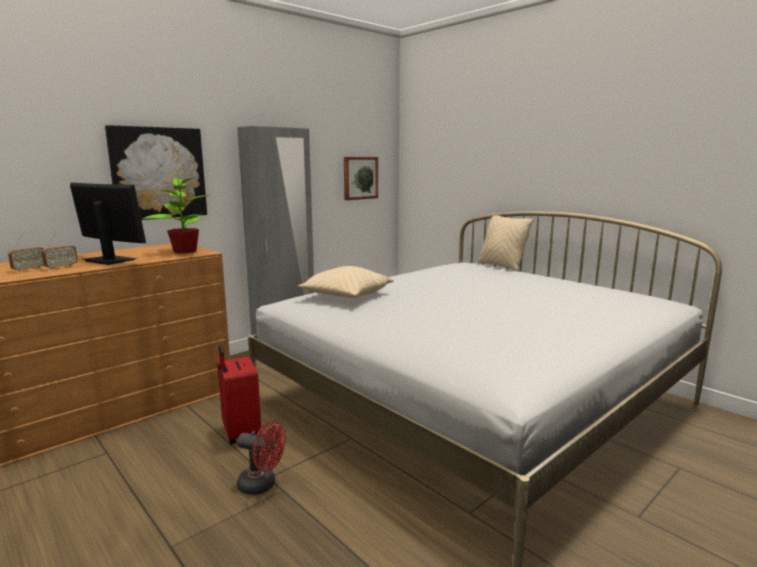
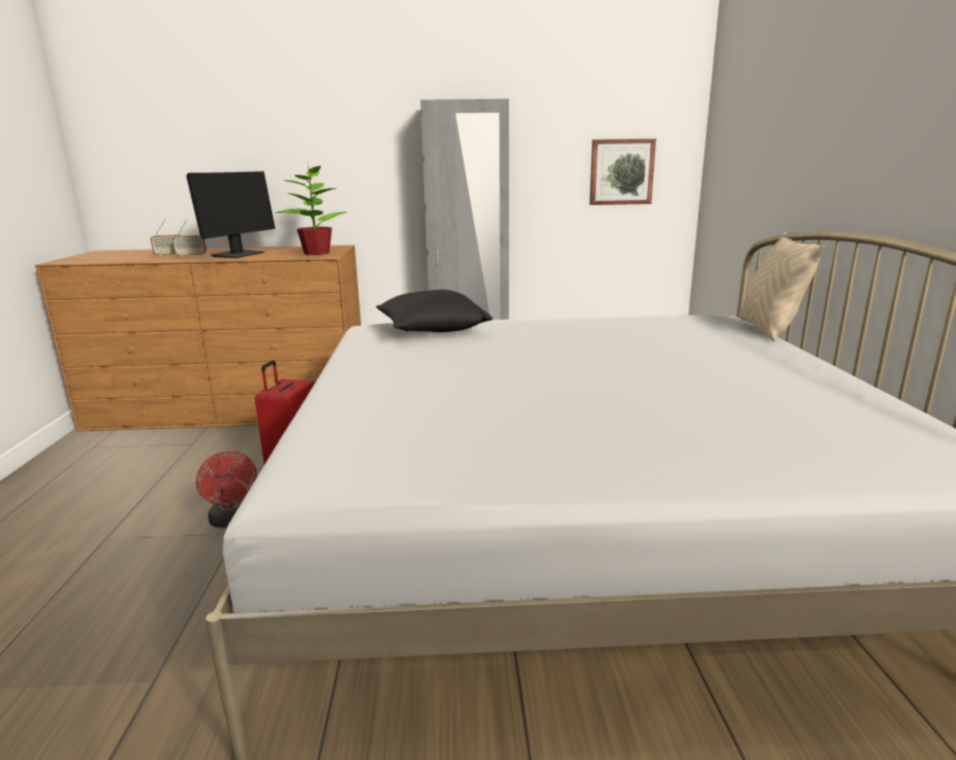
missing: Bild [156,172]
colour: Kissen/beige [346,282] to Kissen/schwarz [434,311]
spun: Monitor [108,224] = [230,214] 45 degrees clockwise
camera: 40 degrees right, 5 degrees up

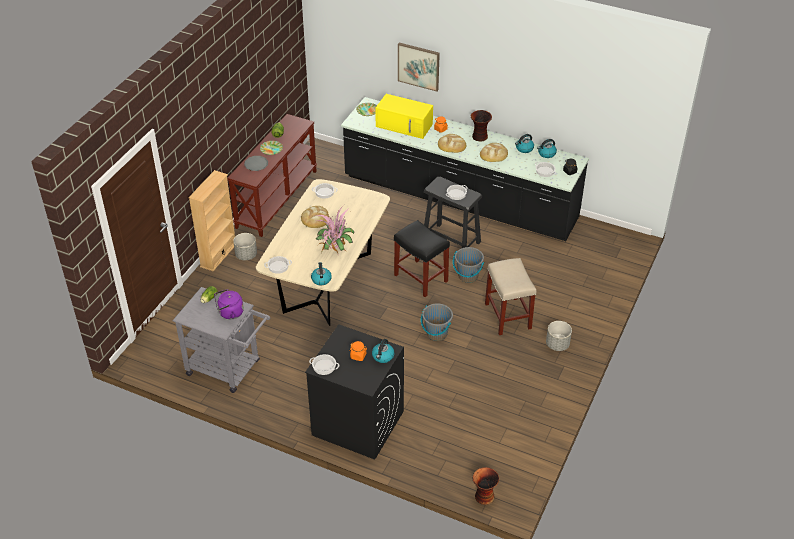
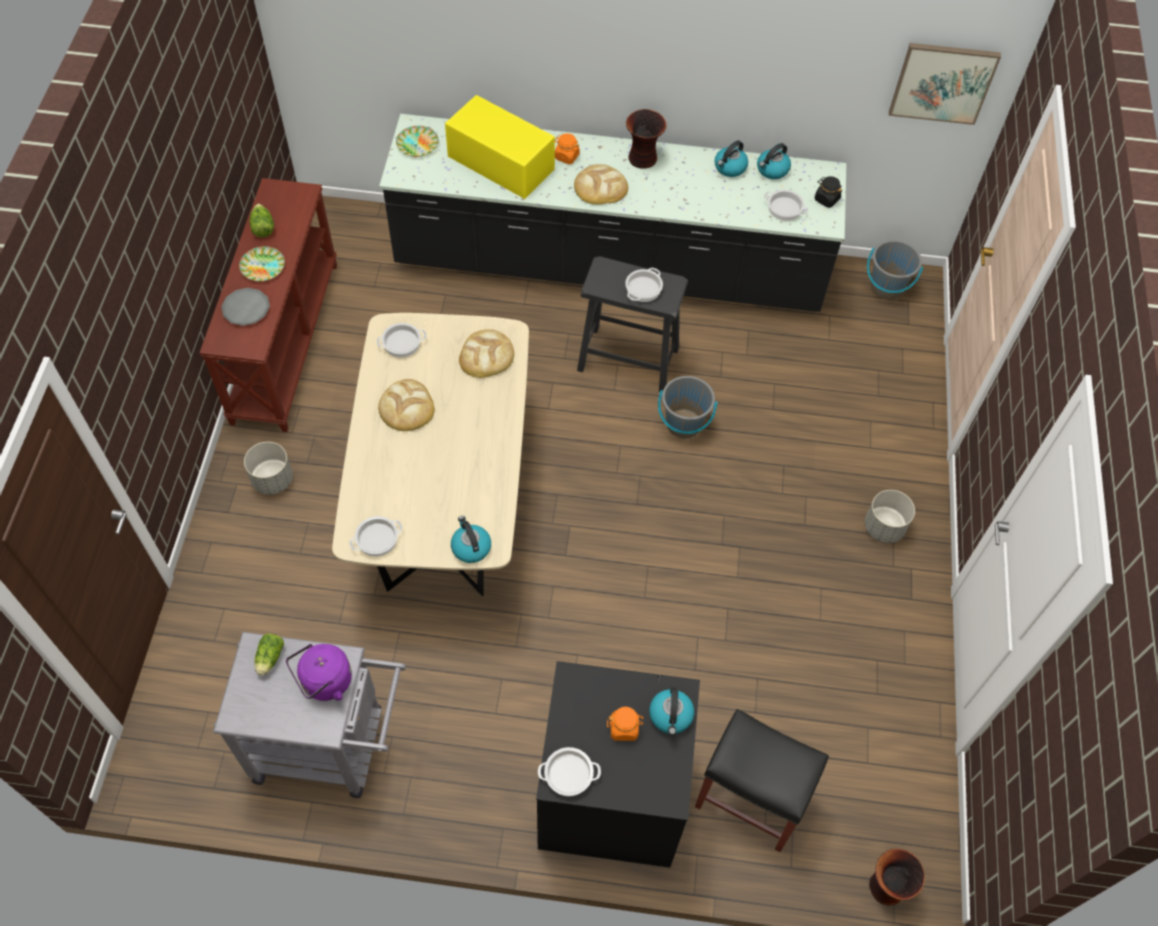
missing: Bücherregal/beige [211,220]; Topfpflanze [333,229]; Hocker/beige [510,296]
relocated: Hocker/schwarz [422,258] to [762,780]; Bild [419,67] to [945,84]; Eimer/grau [437,322] to [895,270]; Brot [494,152] to [486,353]
spun: Mikrowelle/gelb [404,116] = [500,147] 150 degrees counterclockwise
camera: 20 degrees left, 15 degrees up

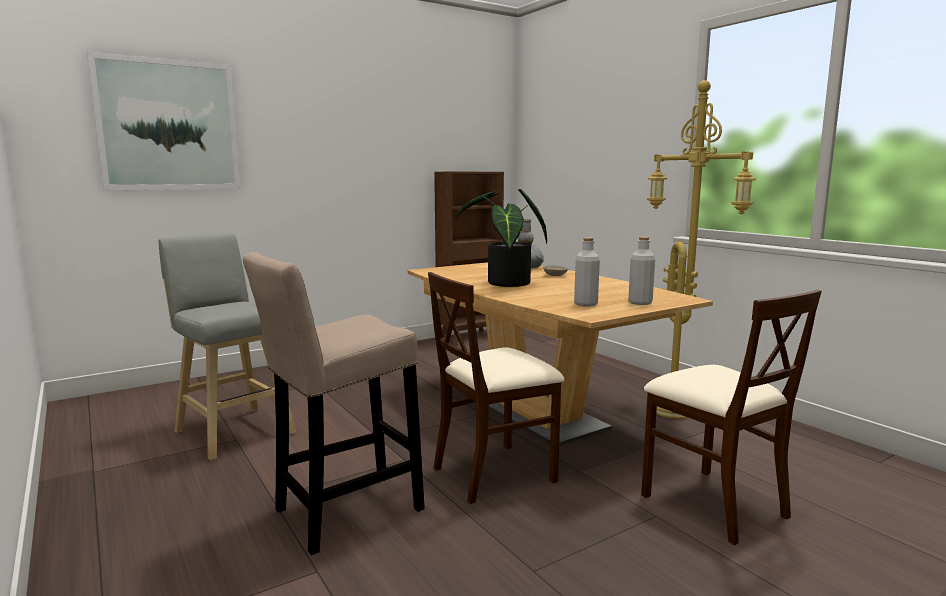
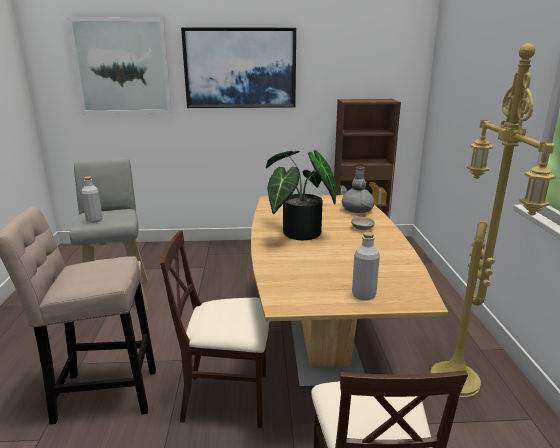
appeared: Bild [238,67]
relocated: Flasche/grau [587,272] to [92,200]
camera: 30 degrees right, 10 degrees up

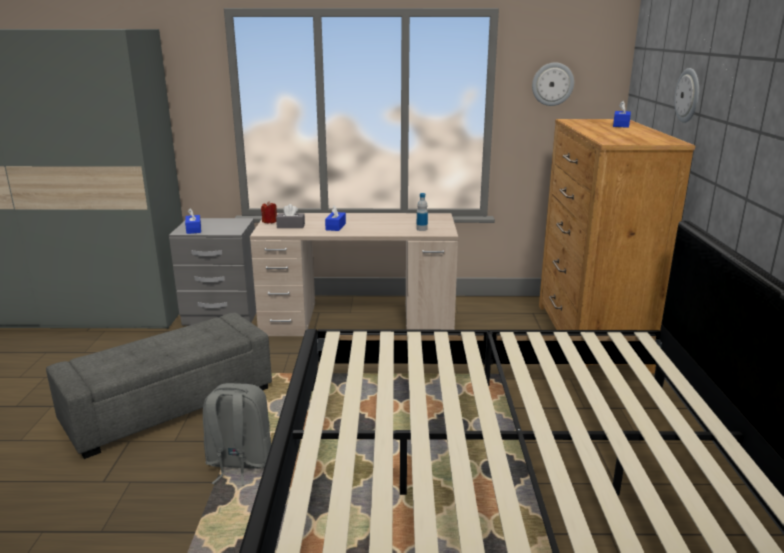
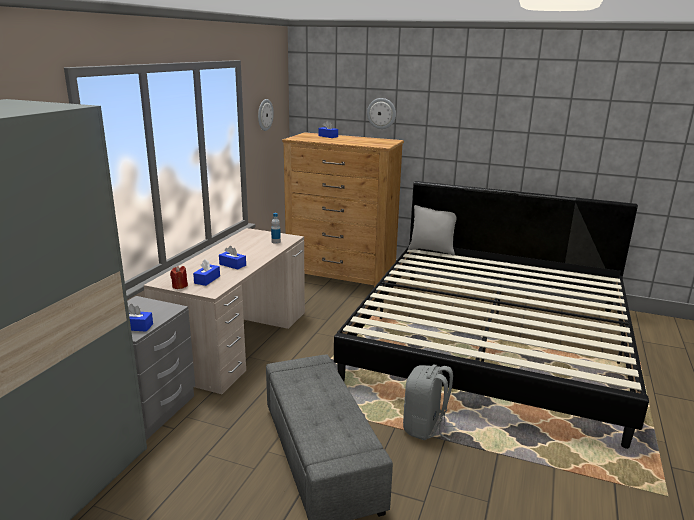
appeared: Kissen/grau [432,230]
colour: Taschentuchbox/grau [290,216] to Taschentuchbox/blau [206,272]
camera: 70 degrees left, 0 degrees up

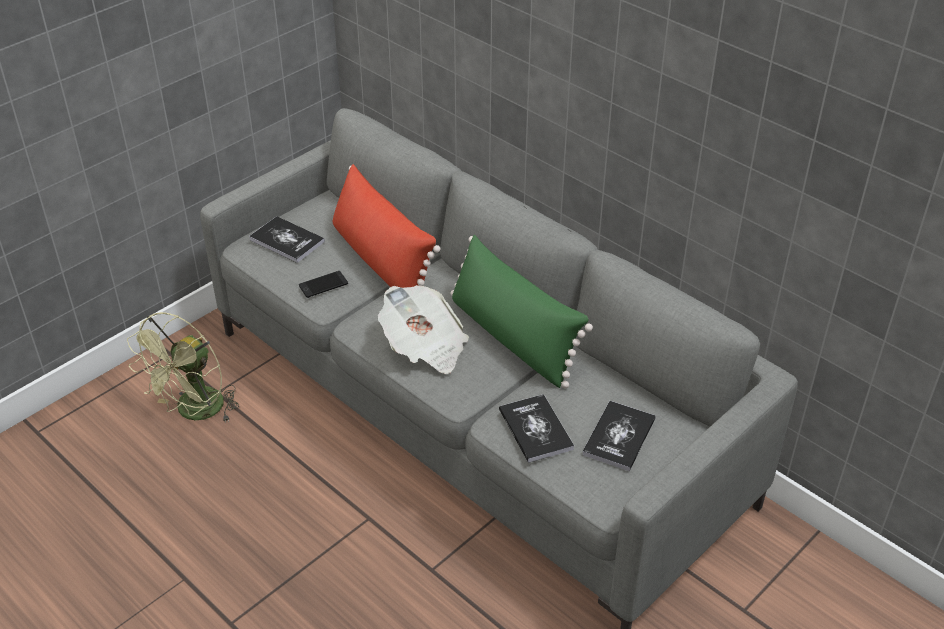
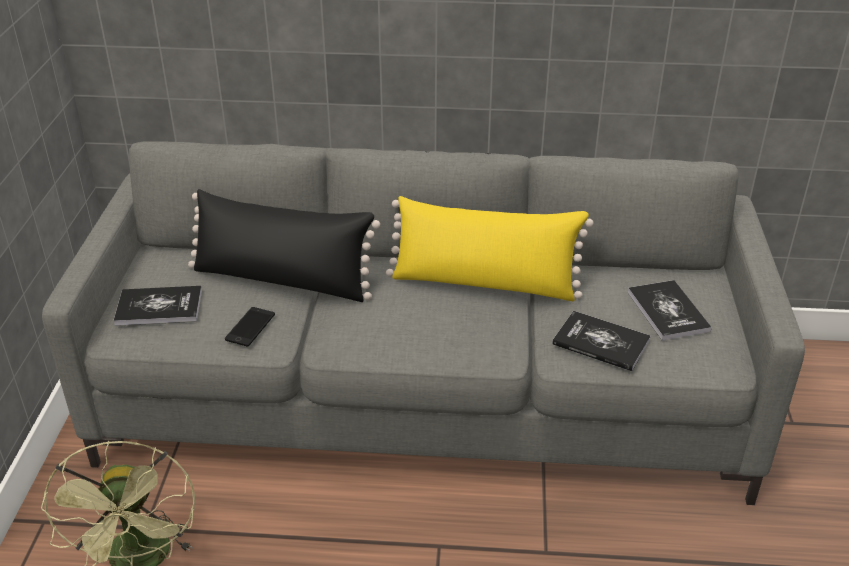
missing: Zeitung [423,329]
colour: Kissen/rot [387,226] to Kissen/schwarz [284,245]; Kissen/grün [522,311] to Kissen/gelb [490,248]
camera: 40 degrees left, 5 degrees down

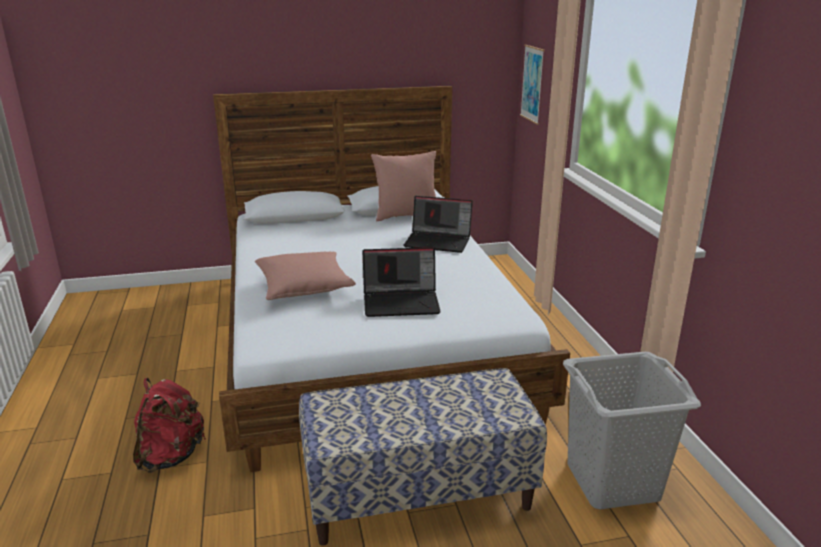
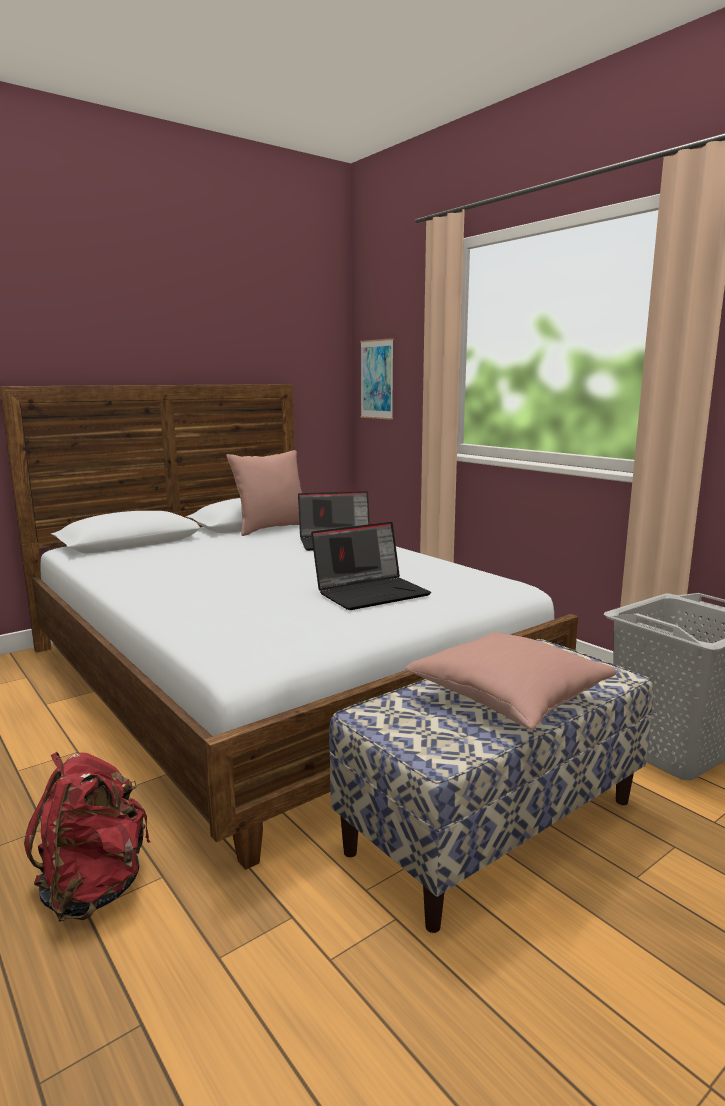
relocated: Kissen/rosa [305,276] to [511,681]
camera: 25 degrees left, 10 degrees down

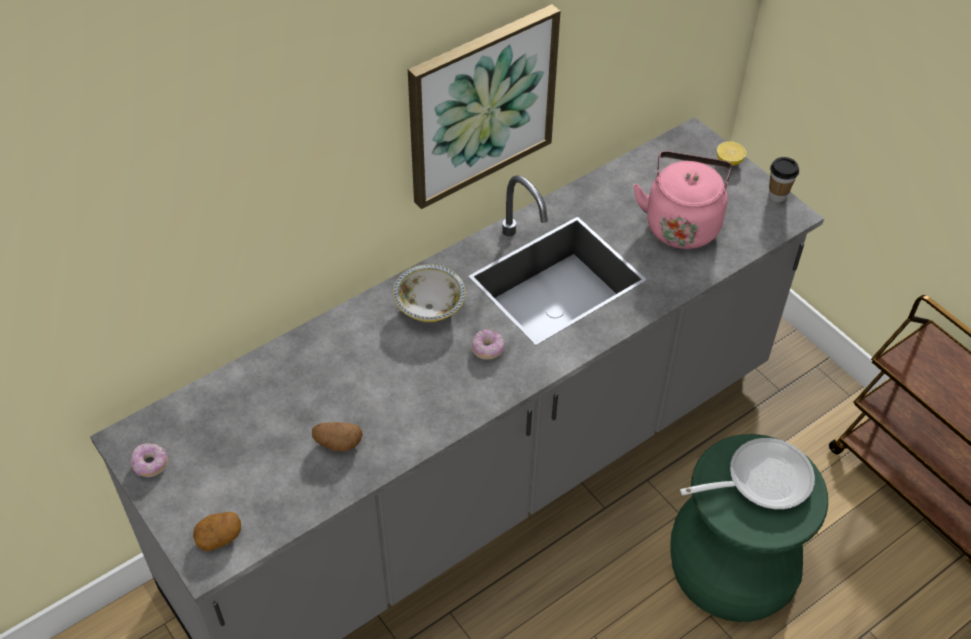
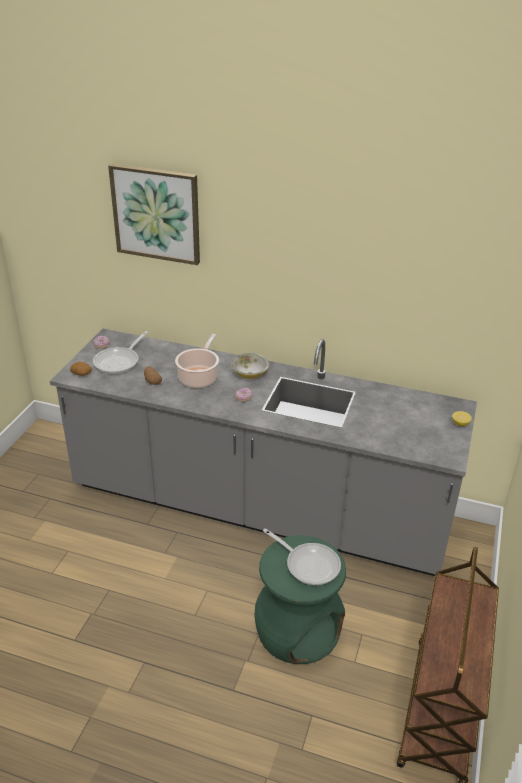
missing: Wasserkessel/rosa [682,200]; Tasse [784,179]
appeared: Pfanne [120,352]; Kochtopf [197,361]
relocated: Bild [484,106] to [154,214]
camera: 55 degrees right, 15 degrees down

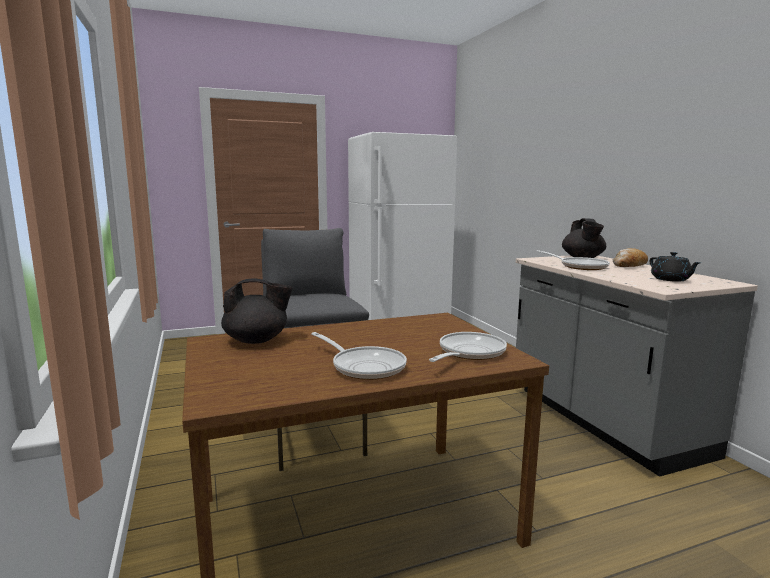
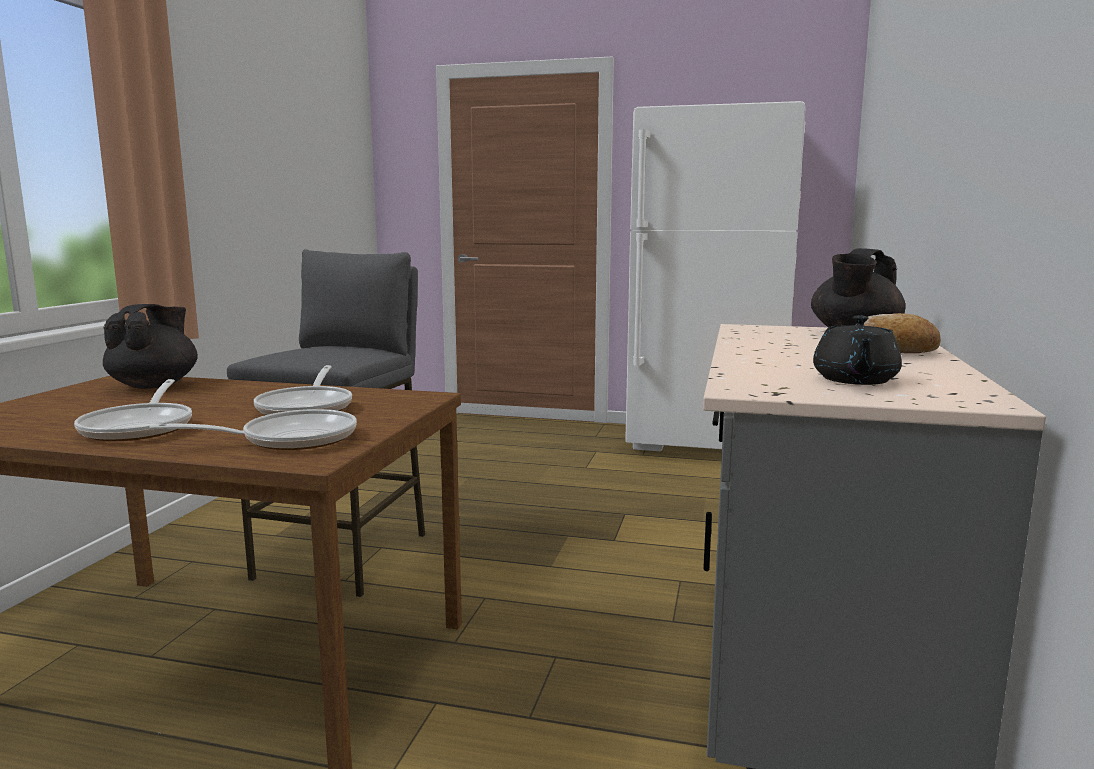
relocated: Pfanne [573,260] to [303,390]
spun: Teekanne/schwarz [257,311] = [150,346] 105 degrees counterclockwise
camera: 35 degrees right, 0 degrees up

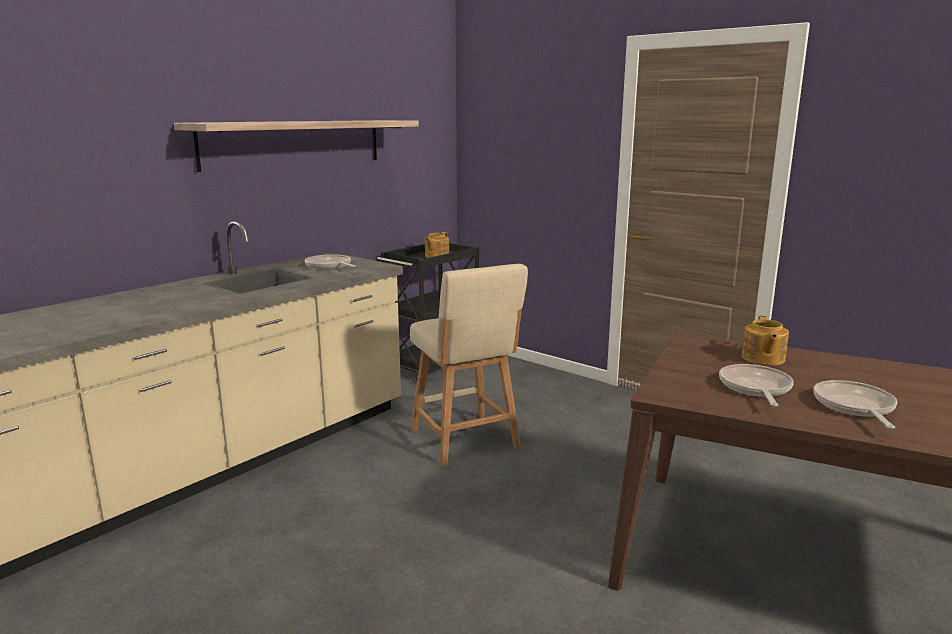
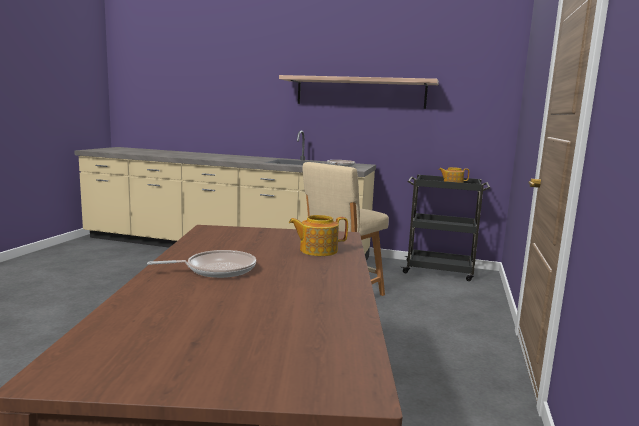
missing: Pfanne [756,385]
camera: 65 degrees right, 5 degrees down

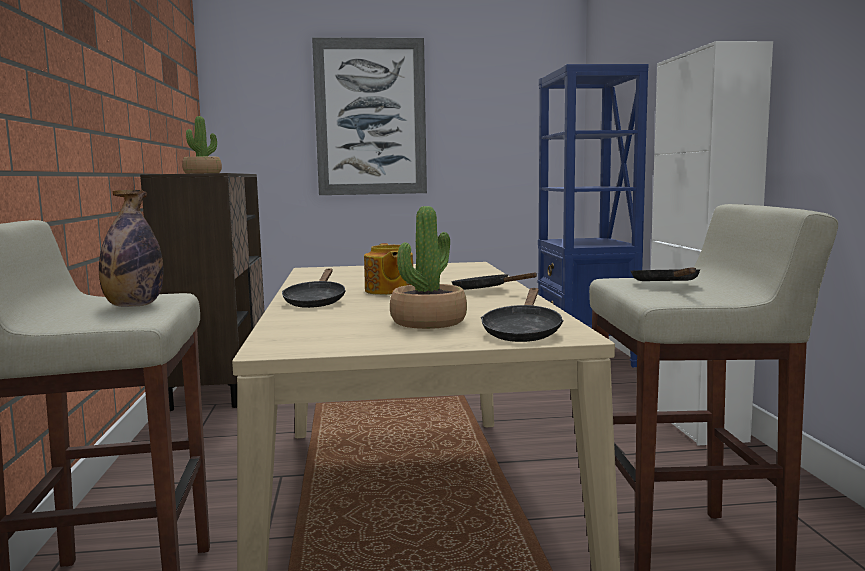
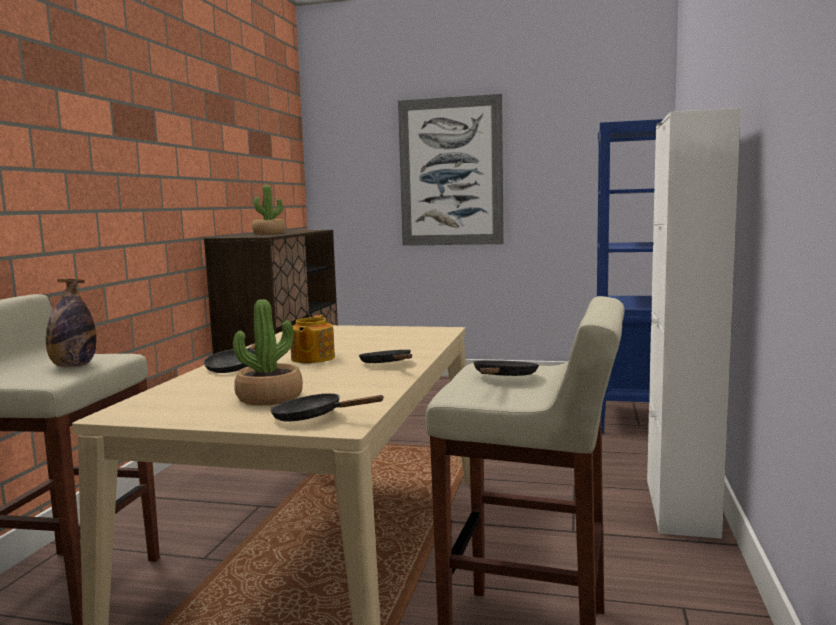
spun: Pfanne/schwarz [522,315] = [327,407] 75 degrees clockwise
camera: 20 degrees right, 0 degrees up

